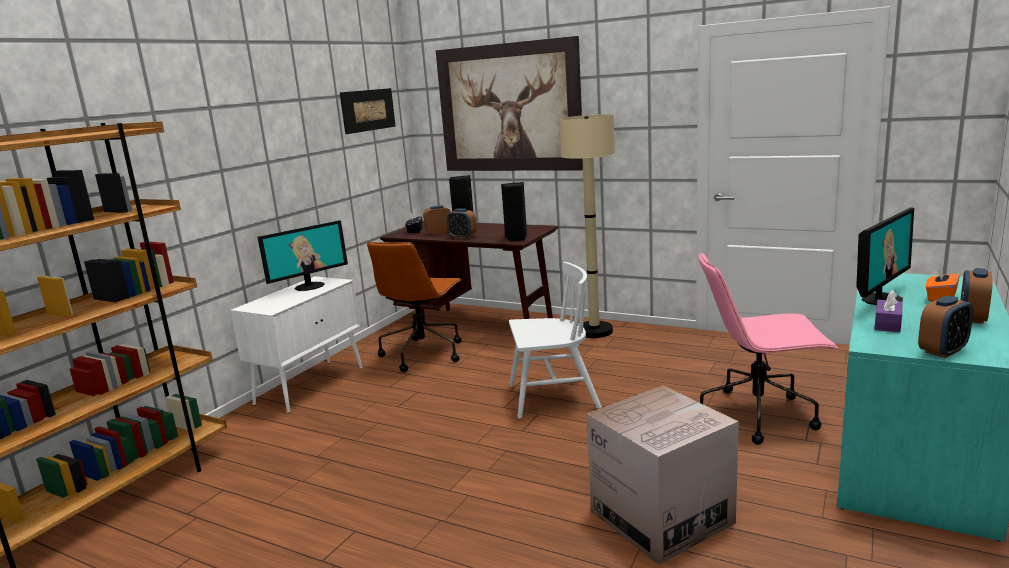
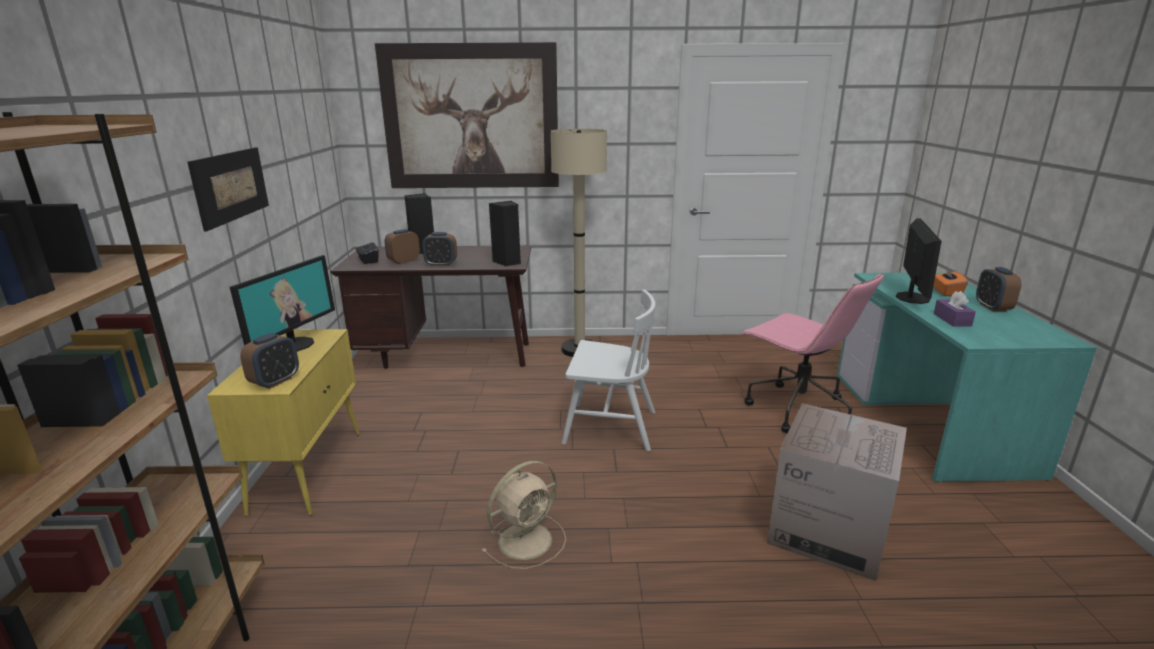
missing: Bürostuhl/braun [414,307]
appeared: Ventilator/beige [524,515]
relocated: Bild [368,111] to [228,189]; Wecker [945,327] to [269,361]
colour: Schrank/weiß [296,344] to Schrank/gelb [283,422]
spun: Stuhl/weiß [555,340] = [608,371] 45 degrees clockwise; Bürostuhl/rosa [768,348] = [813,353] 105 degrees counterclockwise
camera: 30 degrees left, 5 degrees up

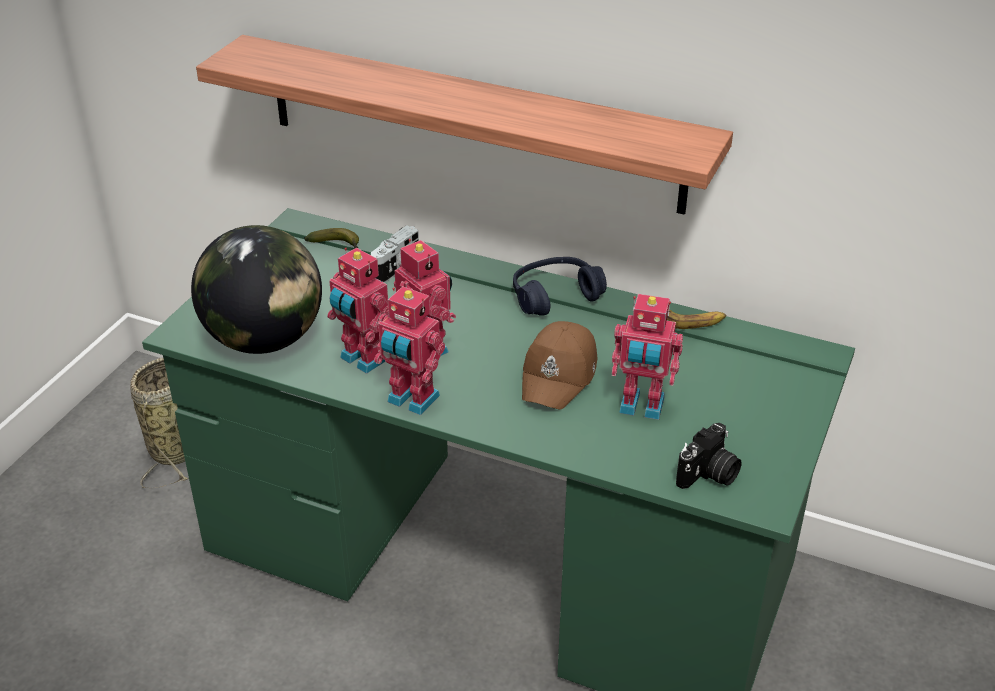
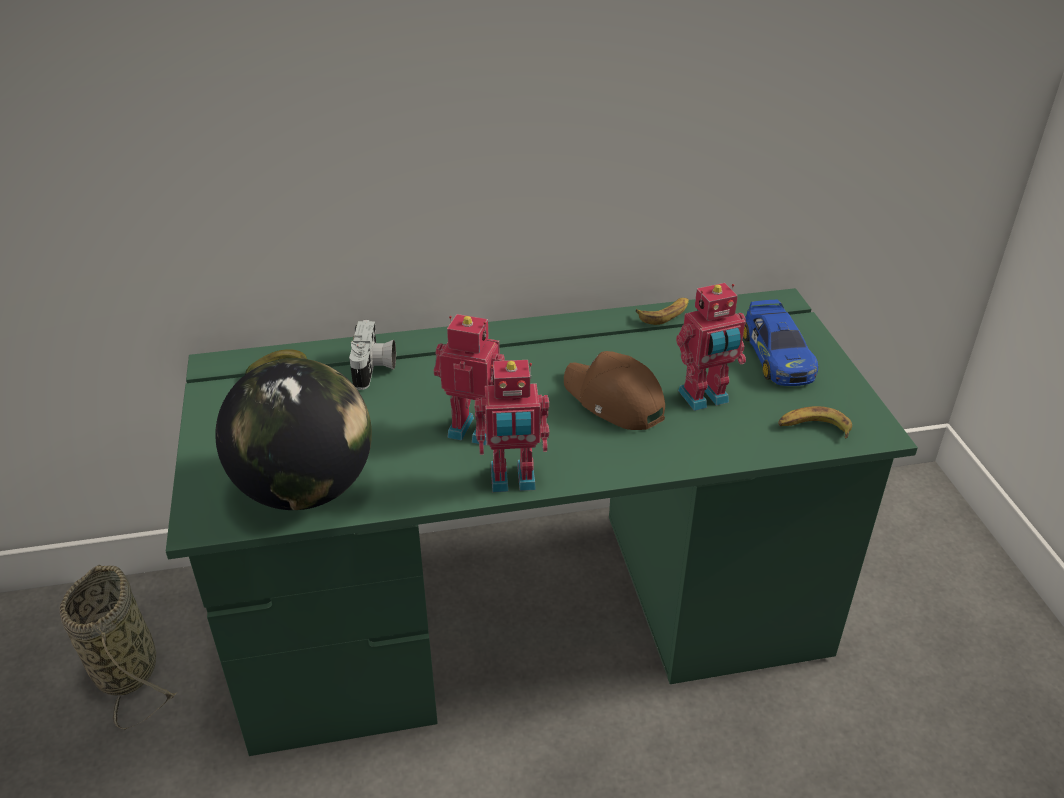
missing: Wandregal [464,125]; Spielzeugroboter [358,311]; Kopfhörer/blau [560,286]
appeared: Spielzeugauto [780,343]
exchanged: Kamera [709,456] to Banane [815,422]
spun: Kappe/braun [560,365] = [614,390] 150 degrees clockwise
camera: 35 degrees left, 0 degrees up

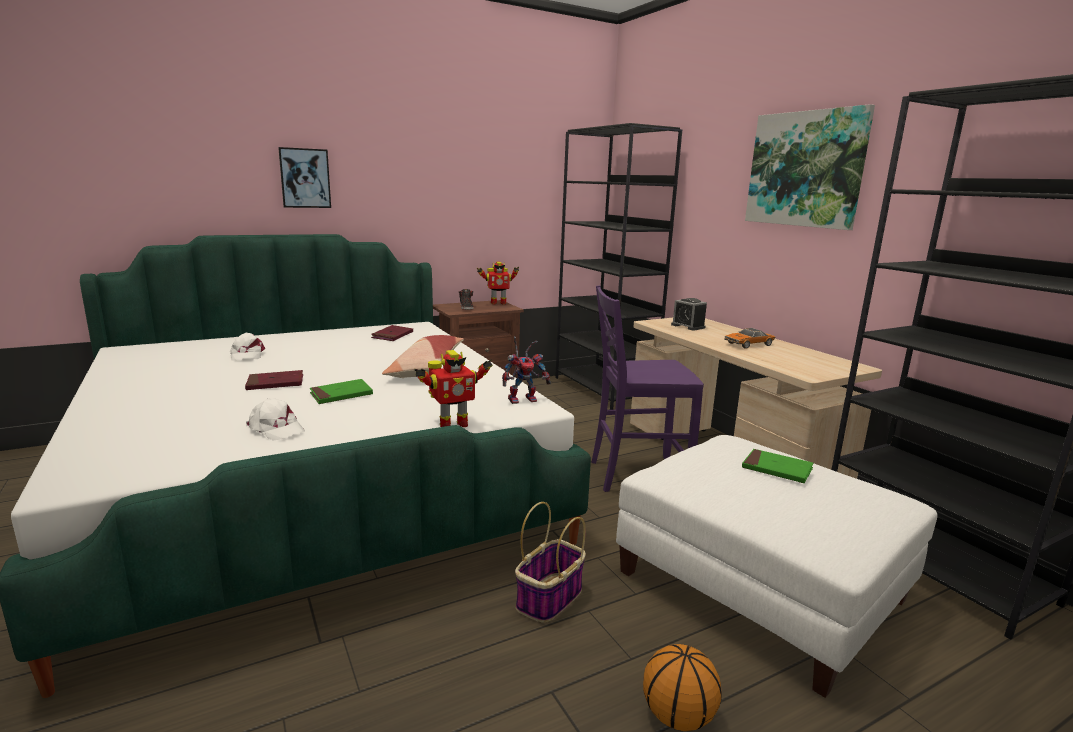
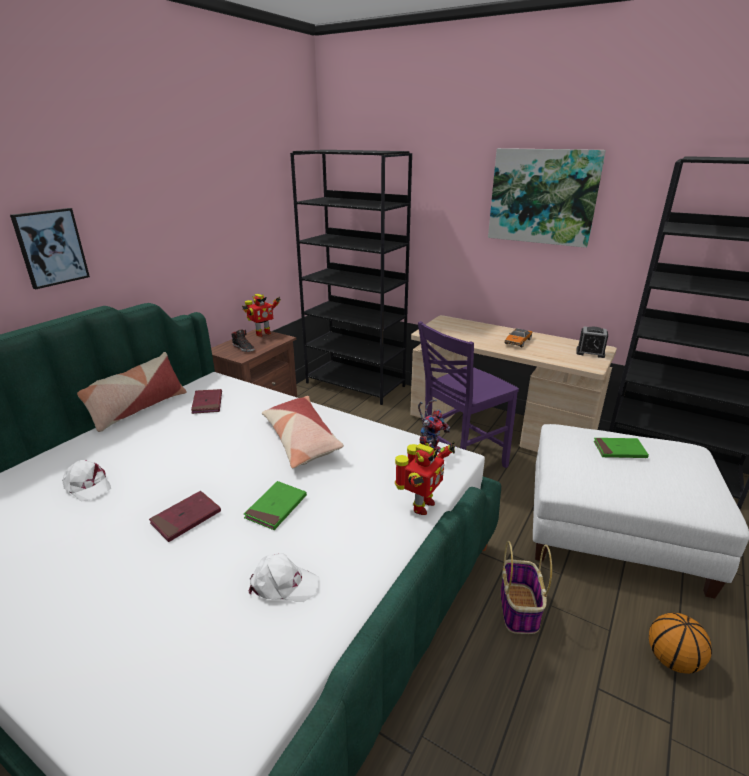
appeared: Kissen [132,392]
relocated: Wecker [689,314] to [592,342]
camera: 30 degrees left, 10 degrees up

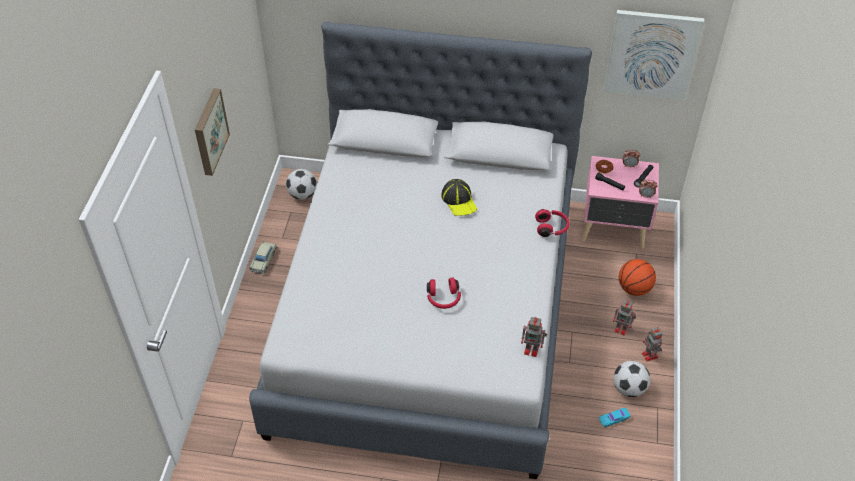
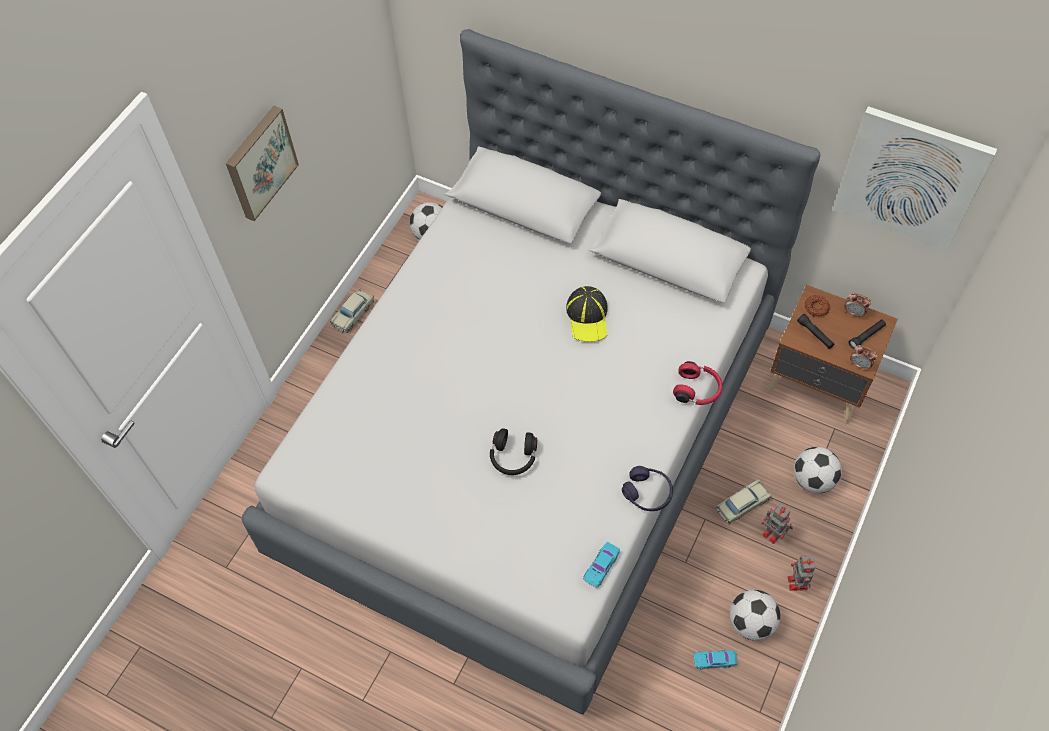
appeared: Kopfhörer/lila [647,488]; Spielzeugauto/beige [743,502]
exchanged: Spielzeugroboter [534,337] to Spielzeugauto/türkis [601,565]; Basketball [637,277] to Fußball [818,470]
colour: Kopfhörer/rot [444,293] to Kopfhörer/schwarz [513,451]; Nachttisch/rosa [620,202] to Nachttisch/braun [832,354]
camera: 20 degrees right, 10 degrees up

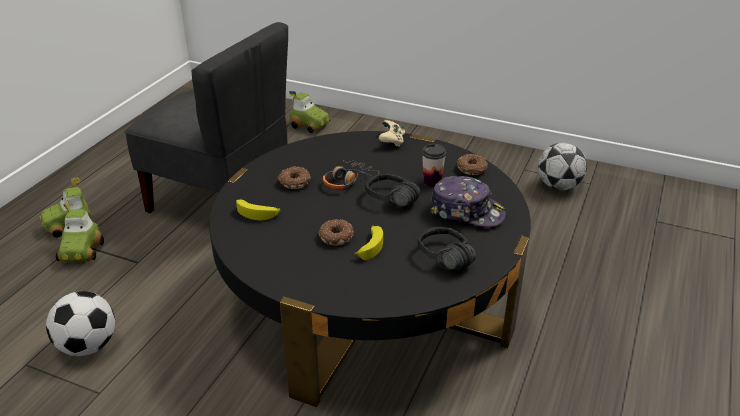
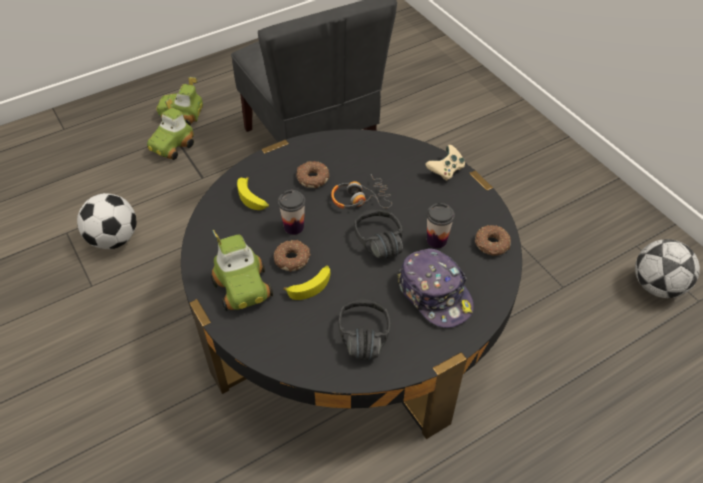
appeared: Tasse [292,212]
relocated: Spielzeugauto [309,112] to [242,270]
camera: 35 degrees right, 15 degrees up

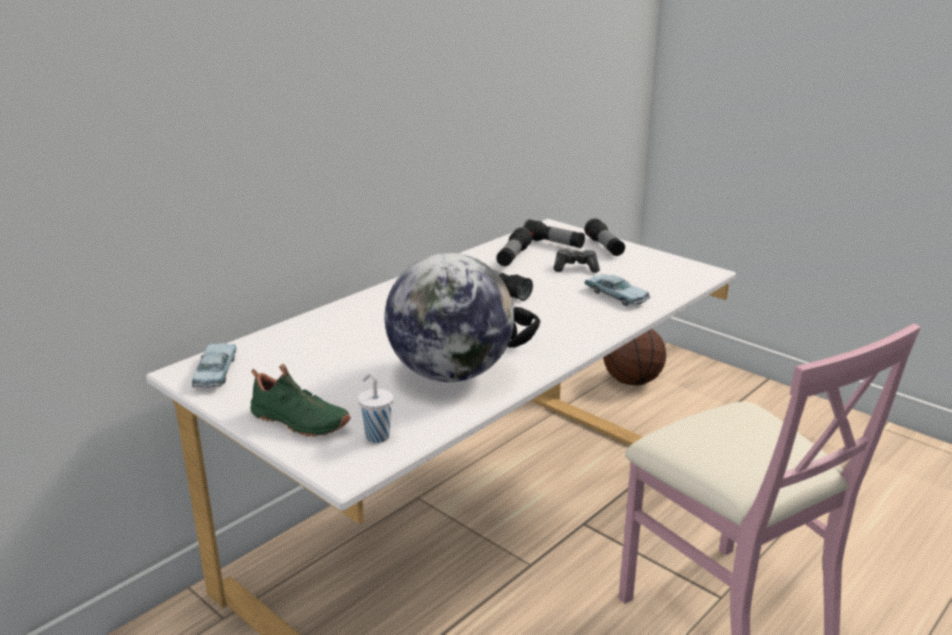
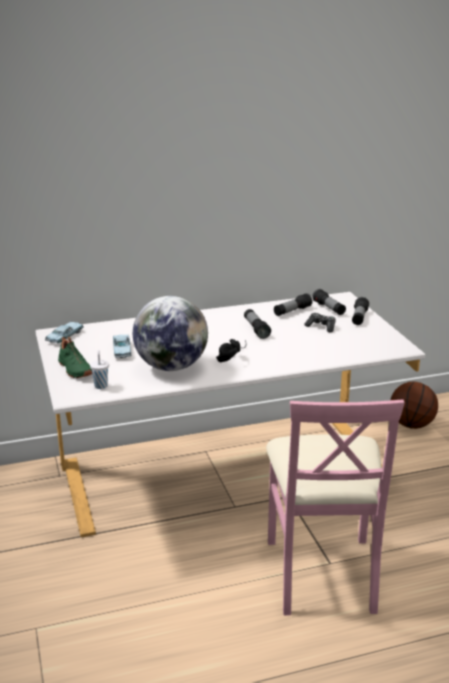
relocated: Spielzeugauto/blau [617,290] to [122,346]
camera: 30 degrees right, 0 degrees up

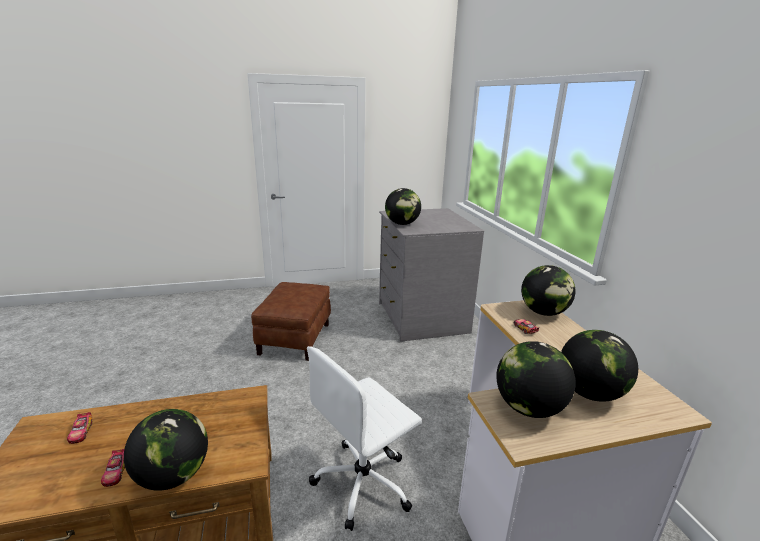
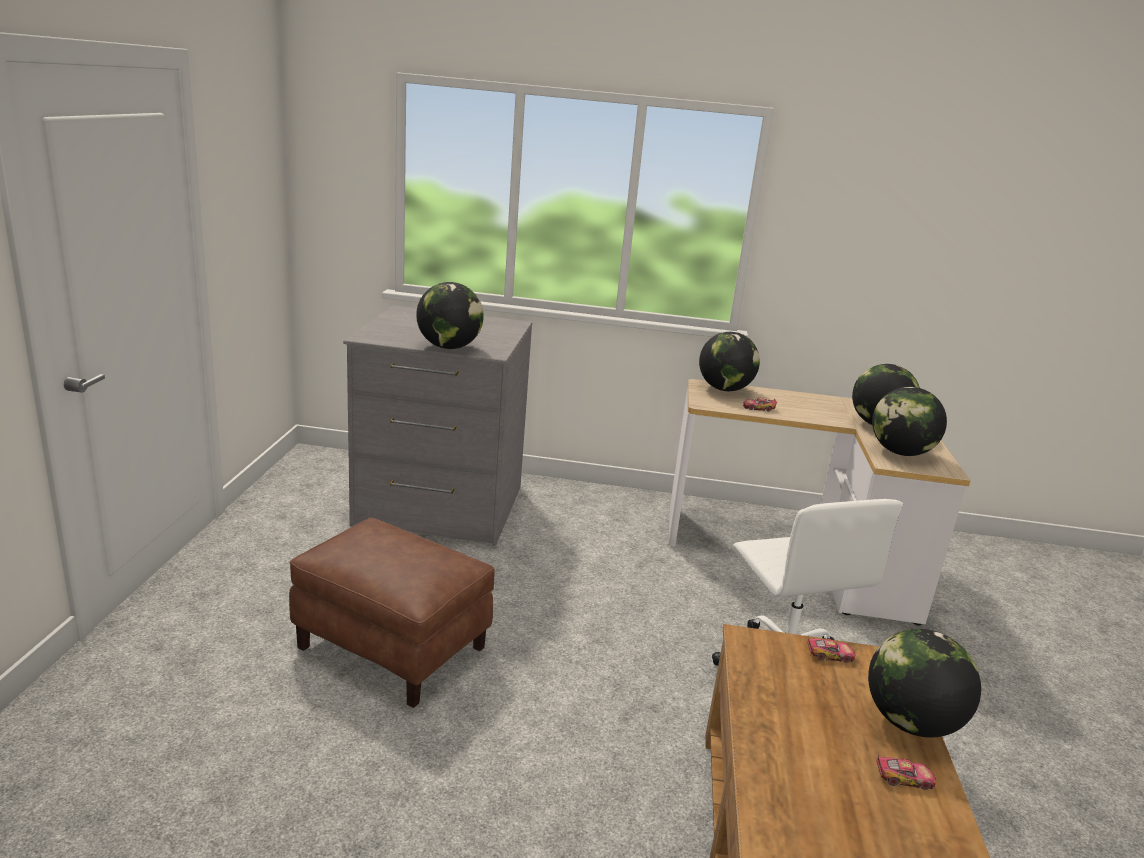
relocated: Spielzeugauto [79,428] to [831,649]
camera: 70 degrees left, 0 degrees up

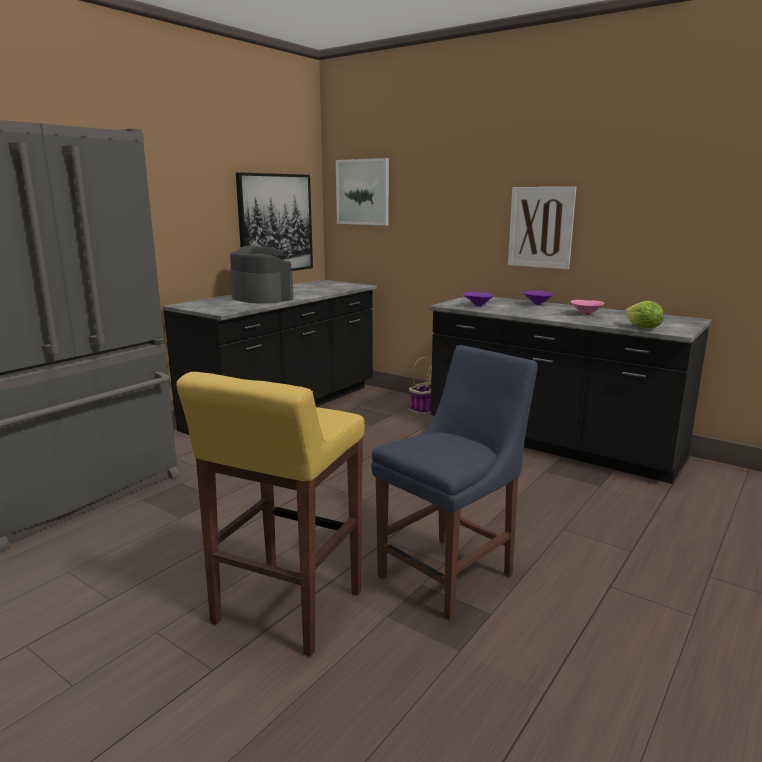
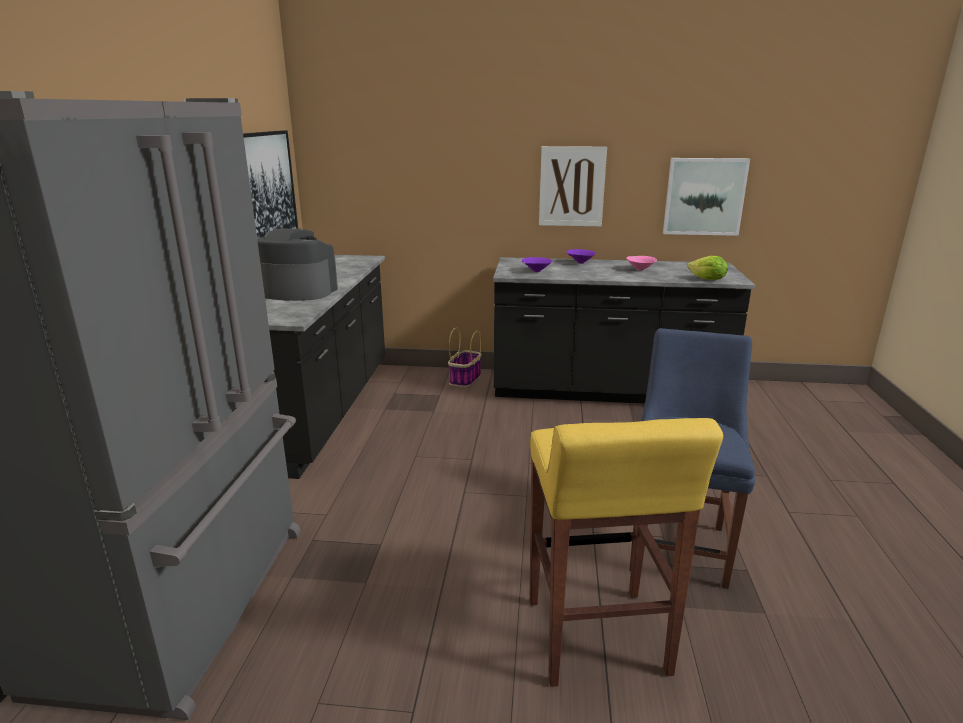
relocated: Bild [362,192] to [706,197]
camera: 30 degrees left, 5 degrees up

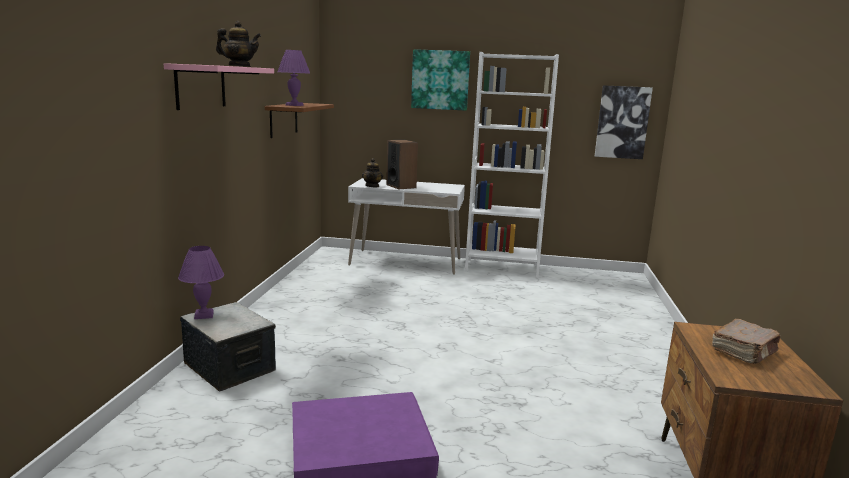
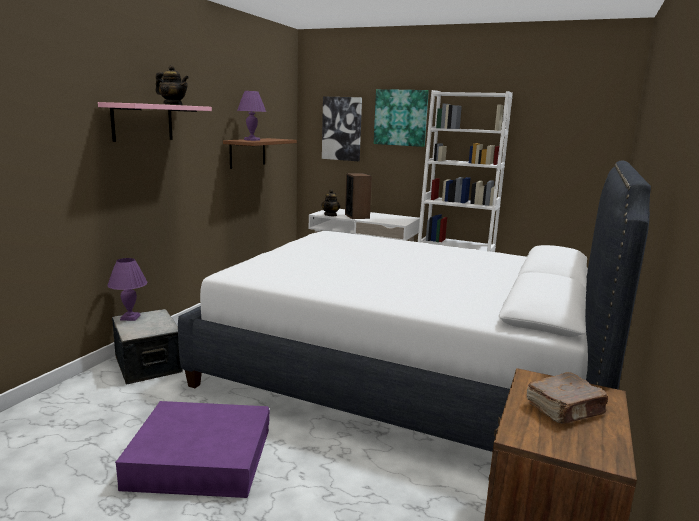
appeared: Bett/weiß [414,306]
relocated: Bild [624,122] to [342,129]
camera: 15 degrees right, 0 degrees up

